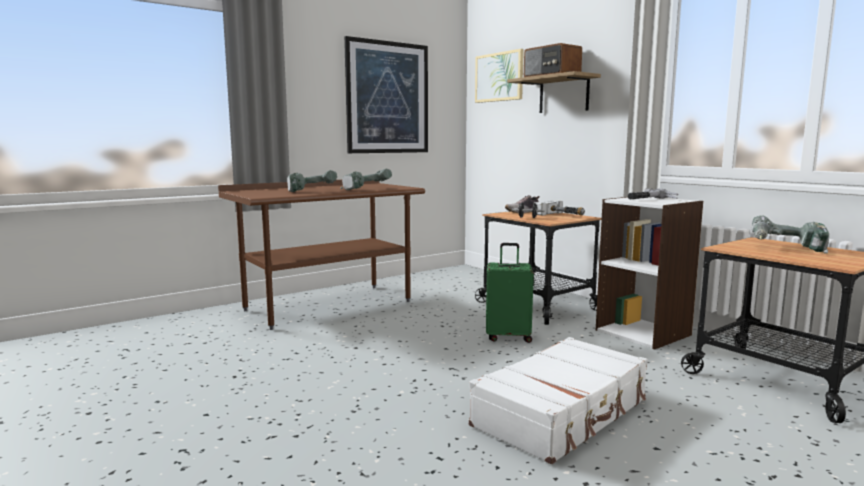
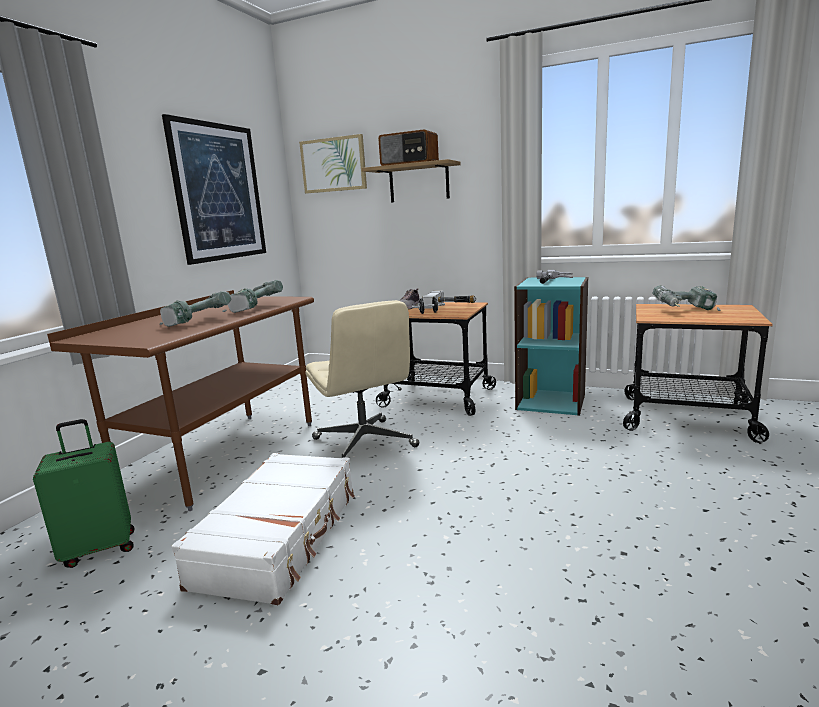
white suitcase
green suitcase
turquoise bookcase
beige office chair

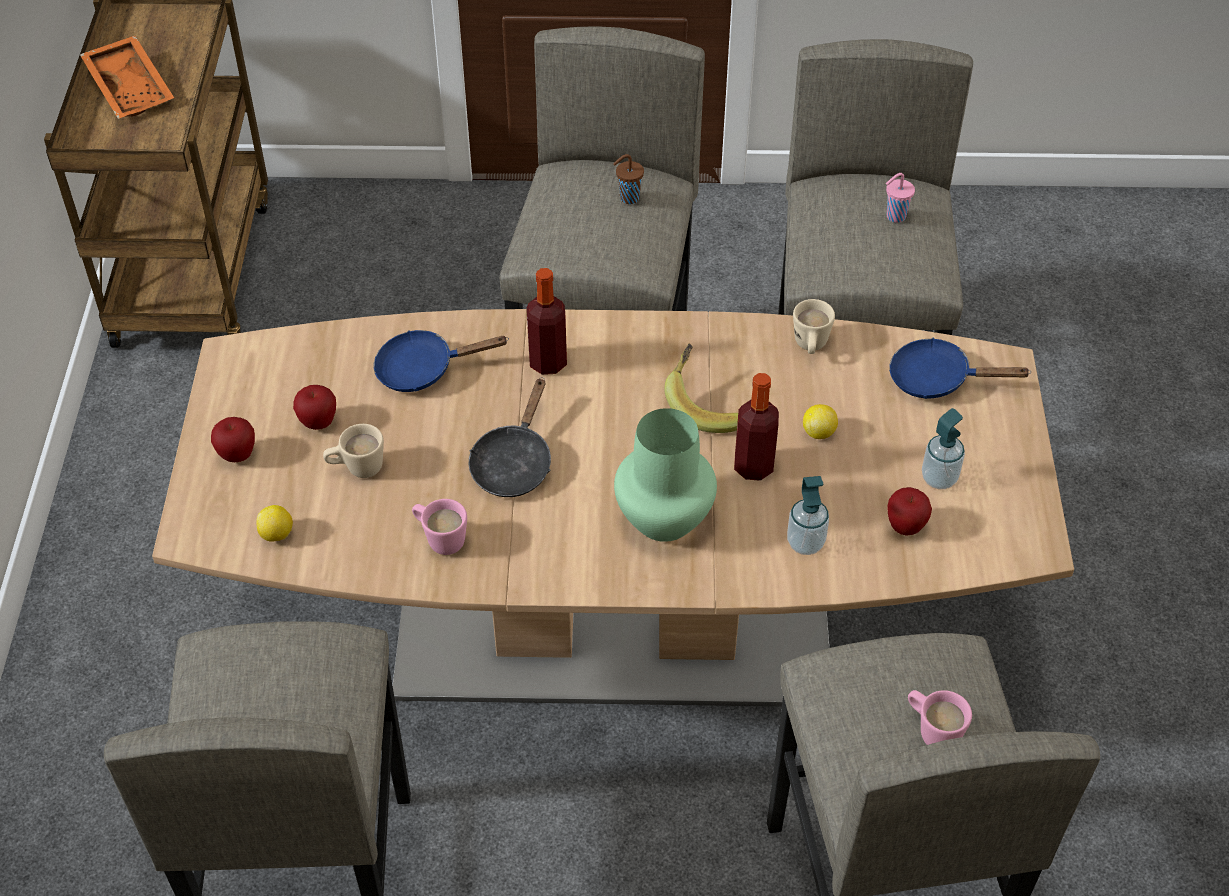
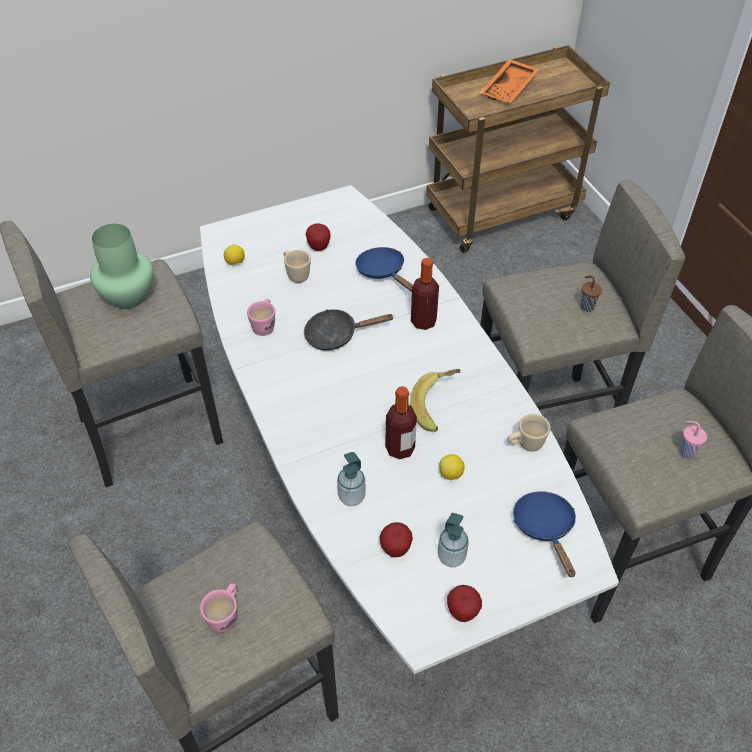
white dining table
apple (no. 3 from left)
green vase

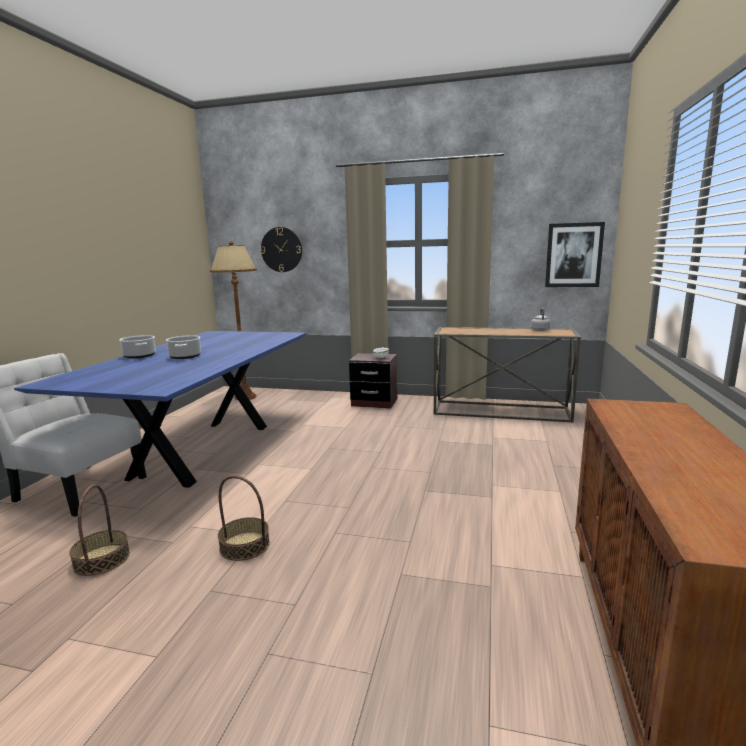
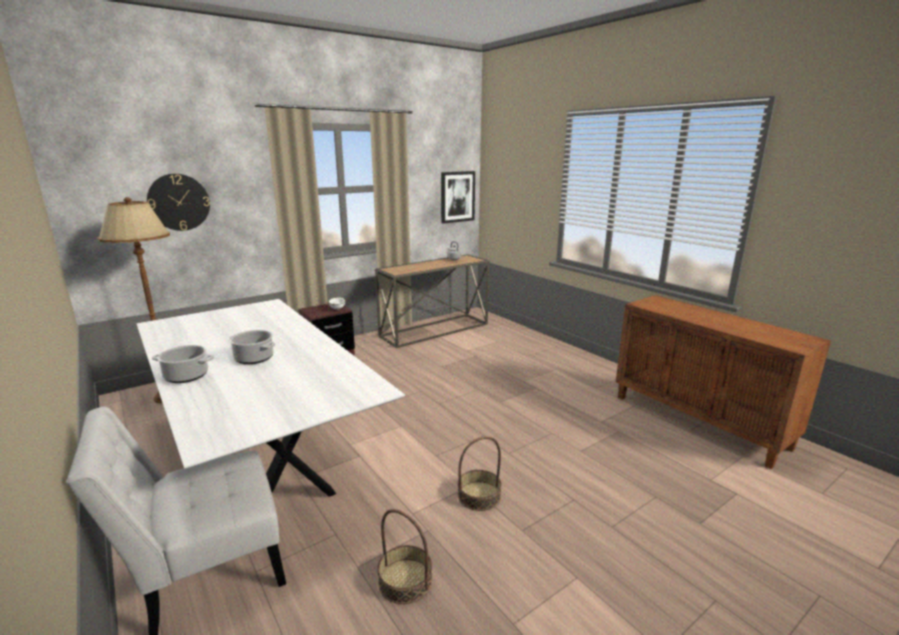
white dining table

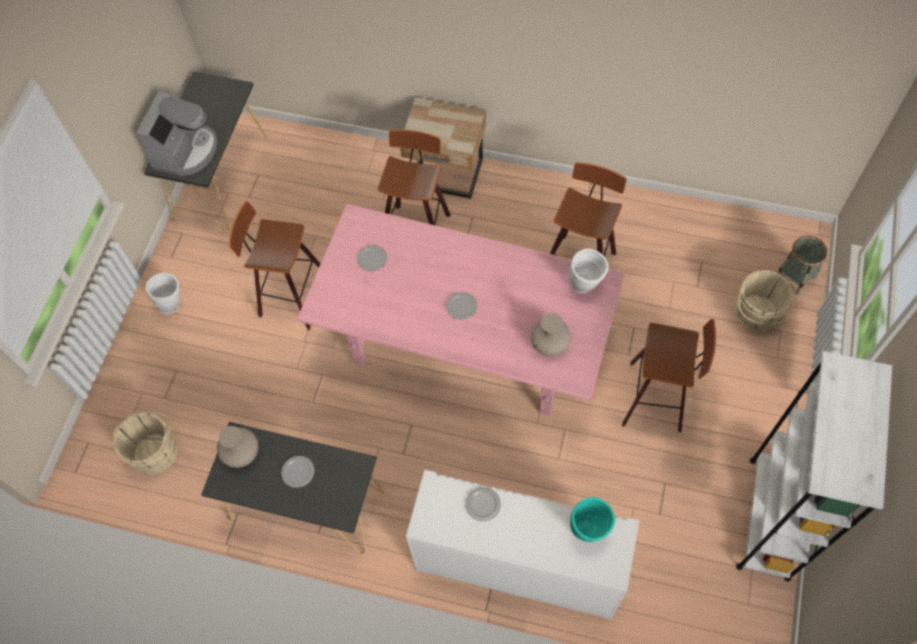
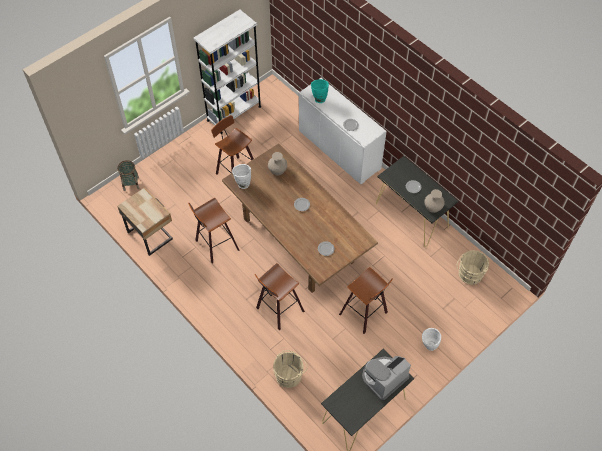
brown dining table
beige nightstand
beige bucket (no. 1 from left)

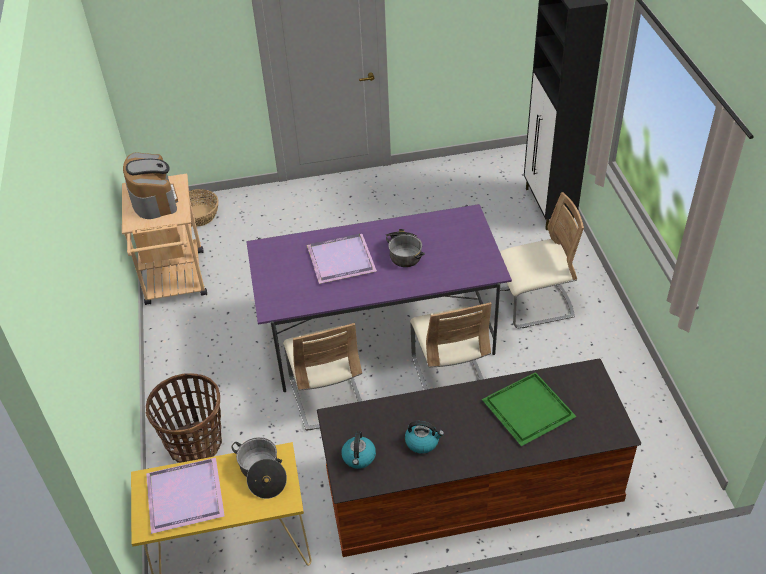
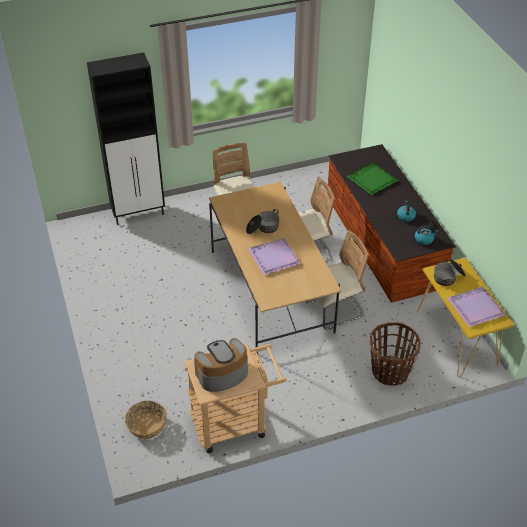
beige dining table

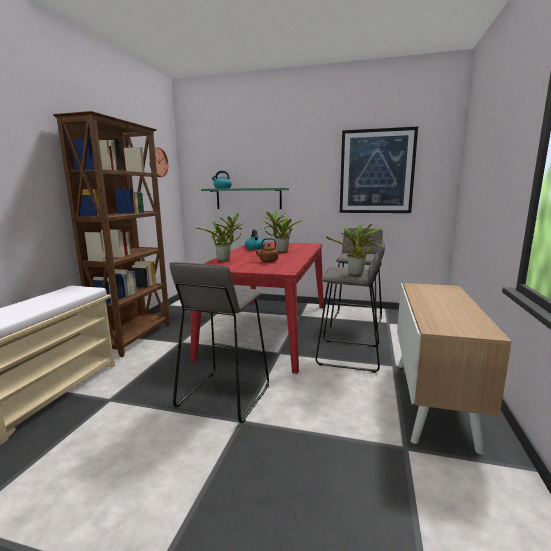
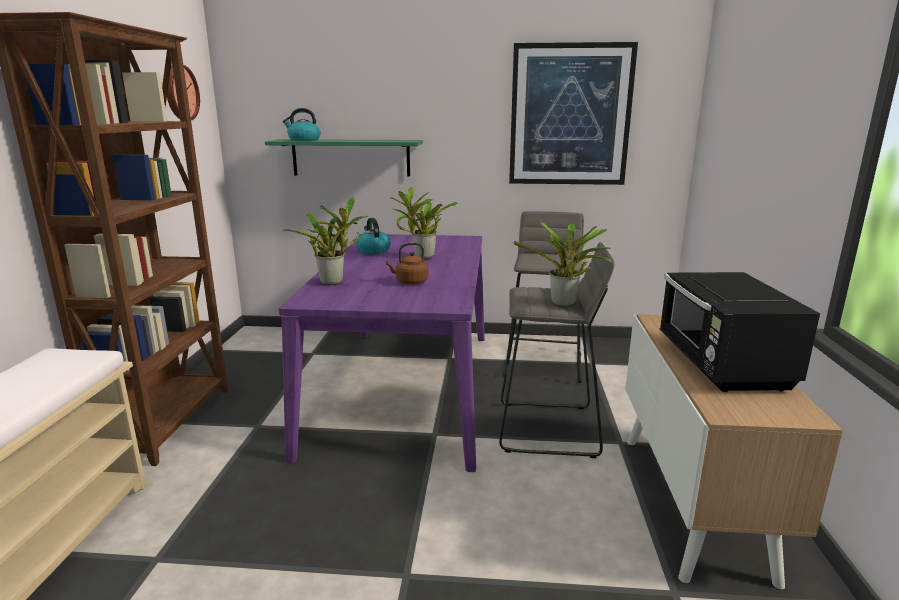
grey stool (no. 1 from left in the first image)
purple dining table
black microwave

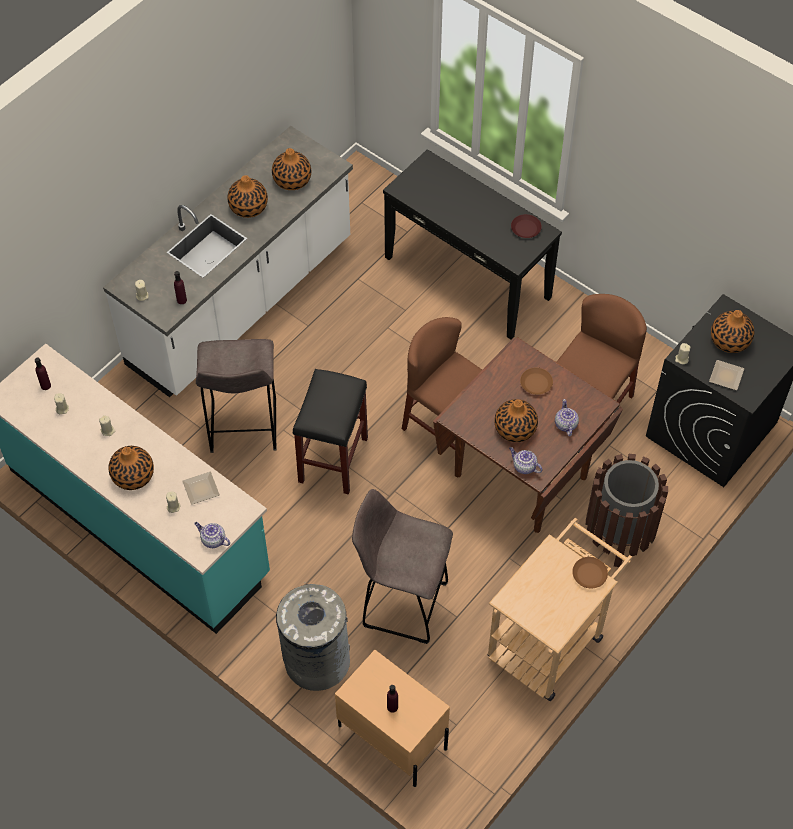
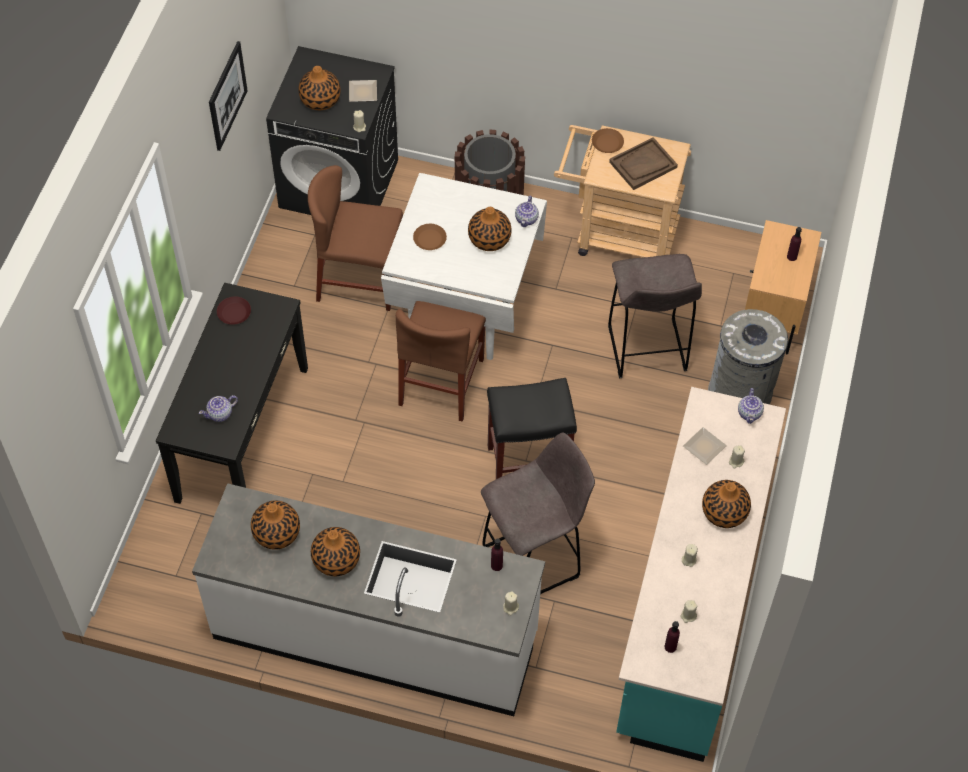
white dining table
teapot (no. 1 from left)
picture
brown tray

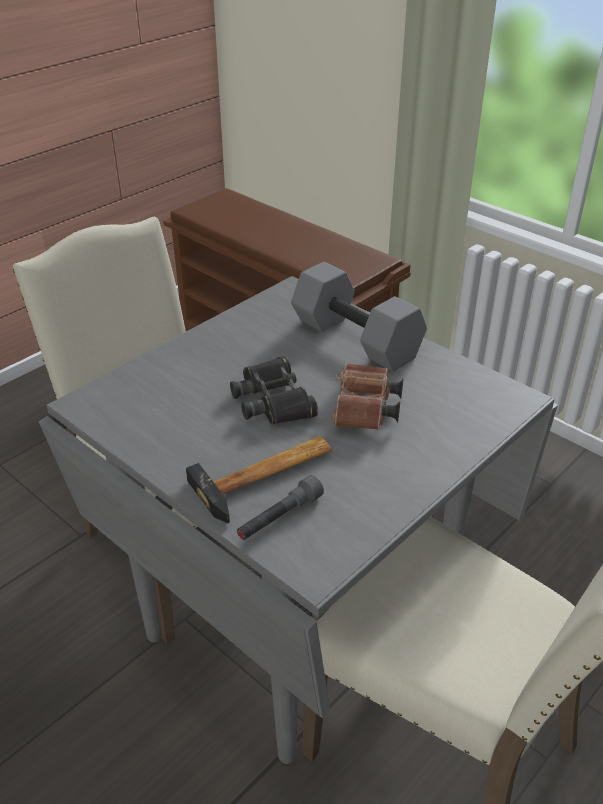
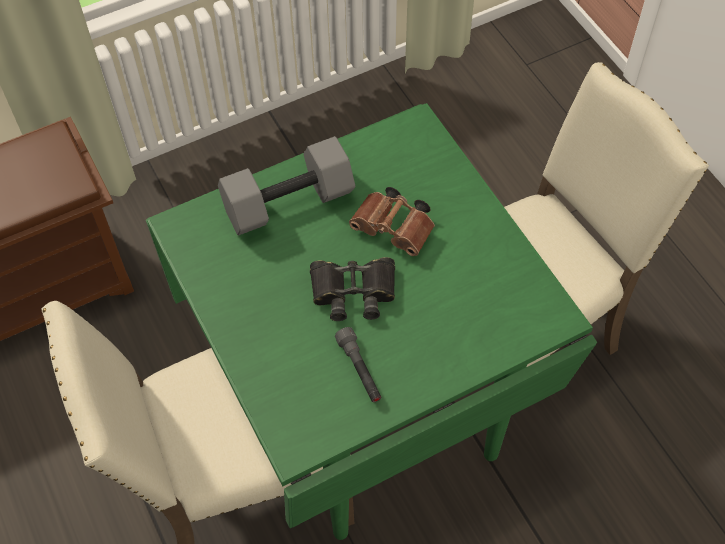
green dining table
hammer
grey flashlight

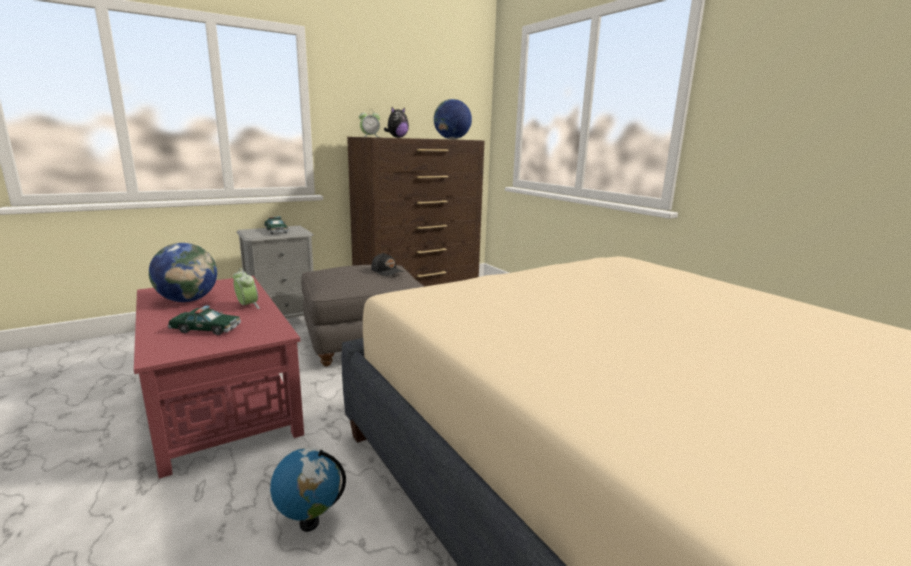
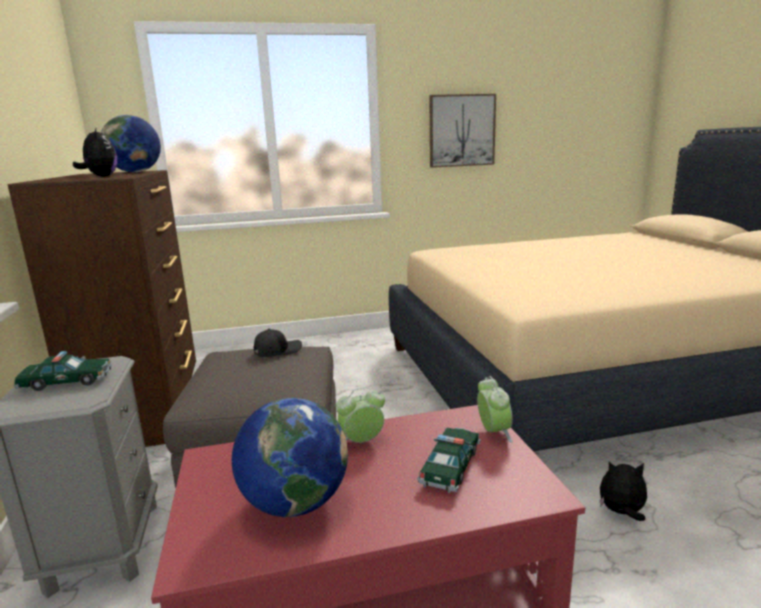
plush toy (no. 2 from left)
alarm clock (no. 2 from left)
picture

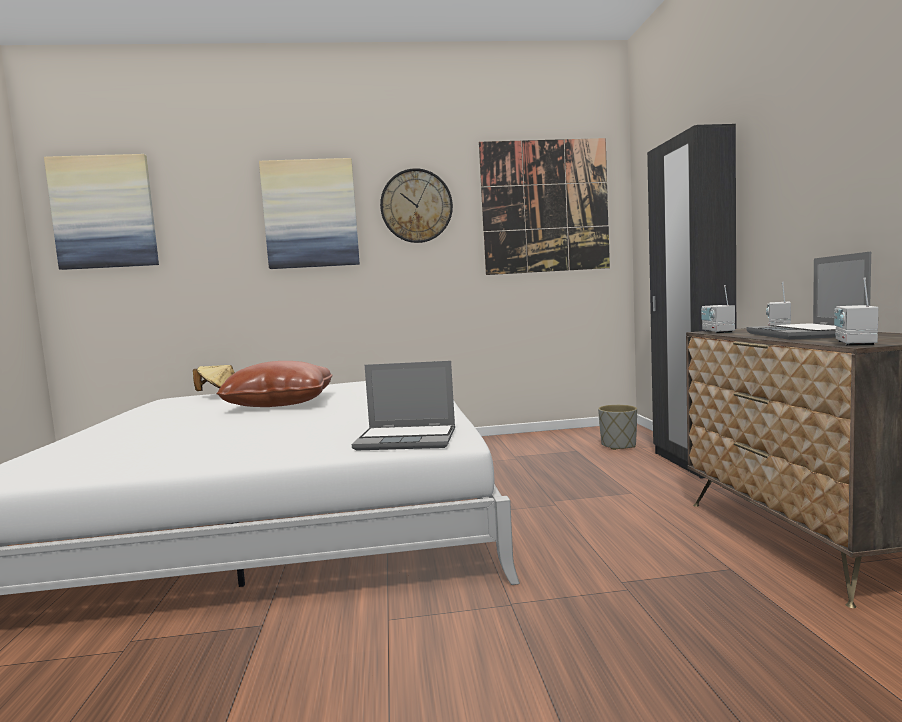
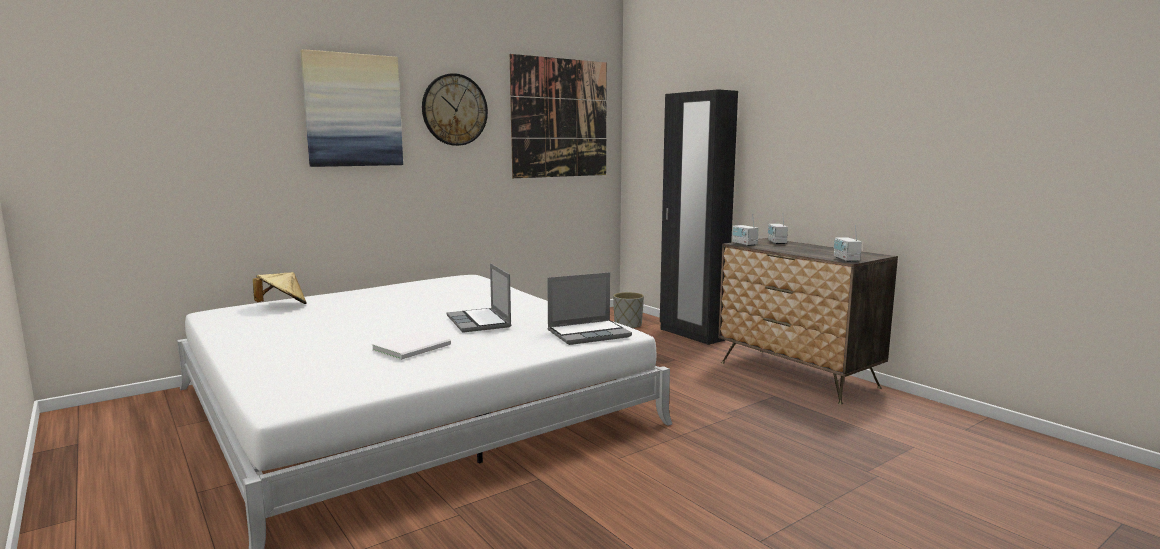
picture (no. 1 from left in the first image)
brown pillow
laptop (no. 1 from left)
white book

